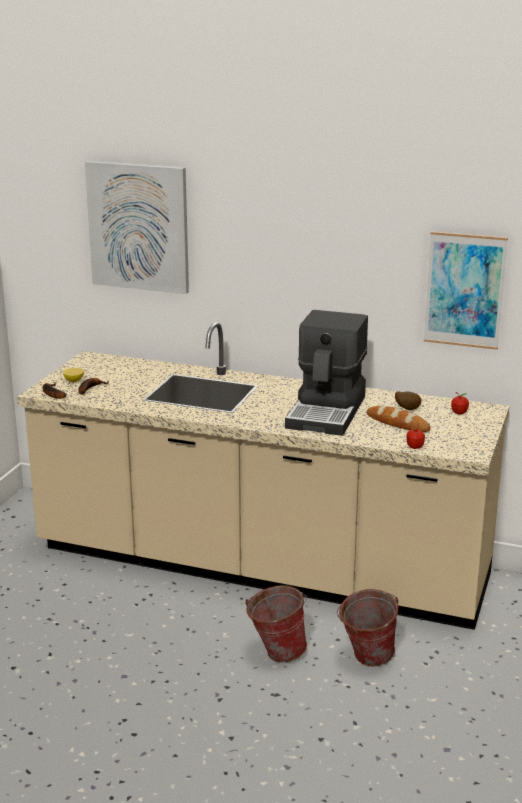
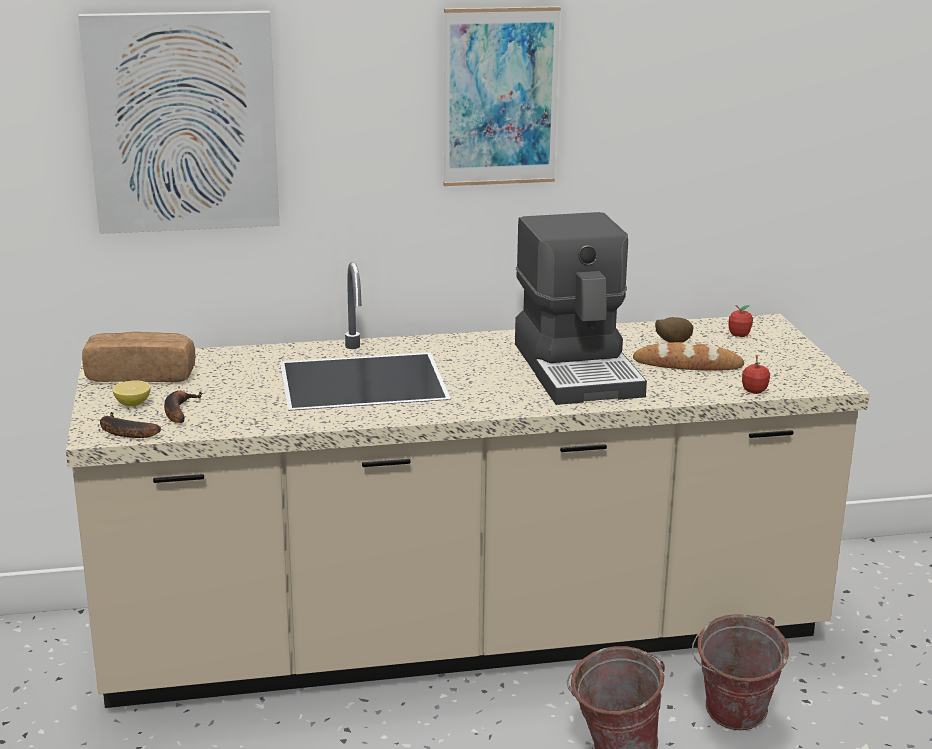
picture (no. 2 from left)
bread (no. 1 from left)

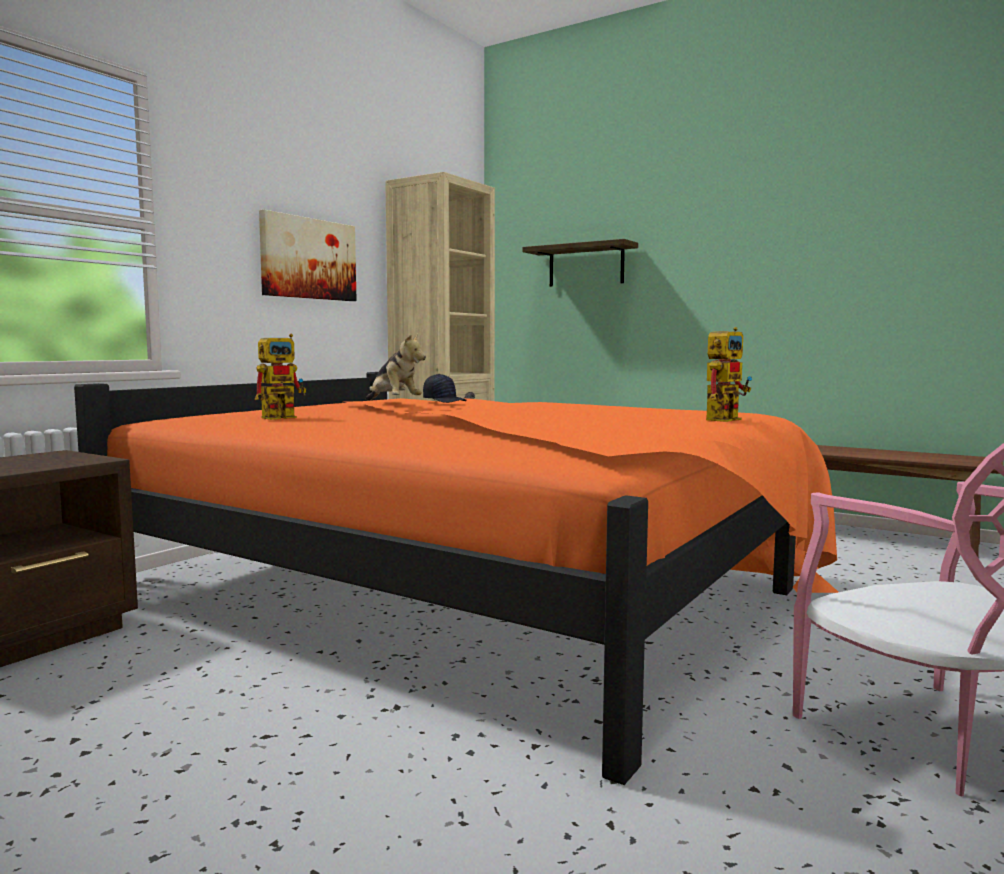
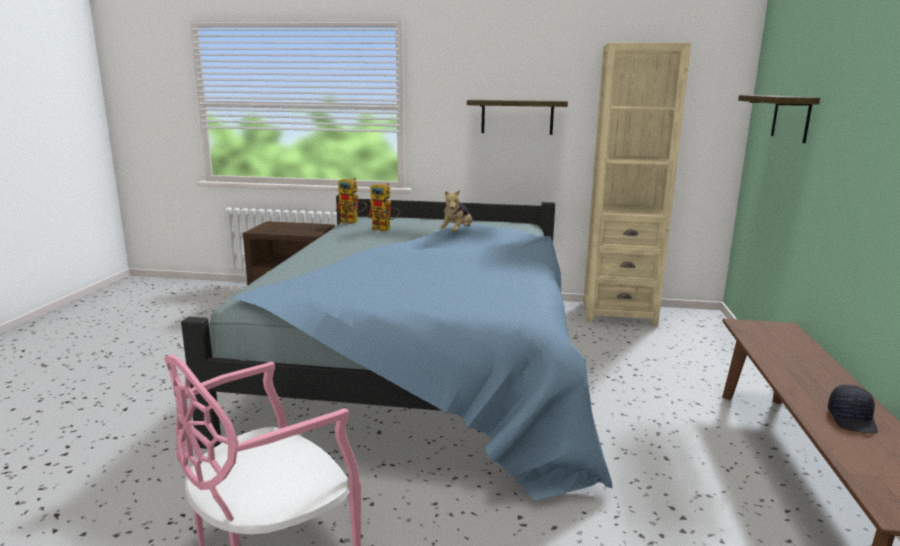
blue bed
shelf (no. 1 from left)
black cap
toy robot (no. 1 from left)

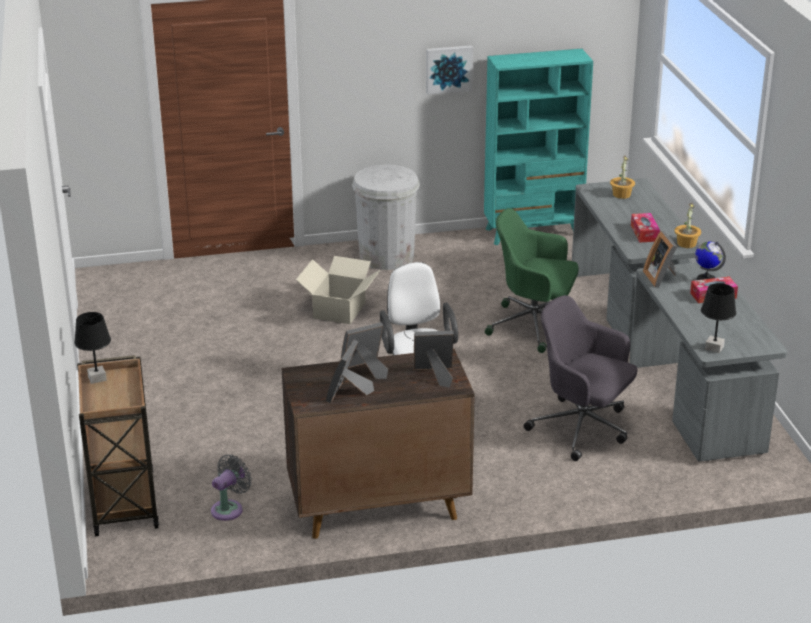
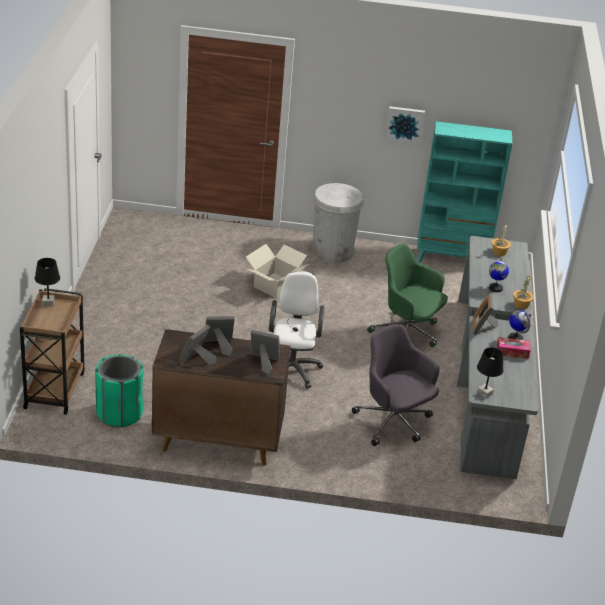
green trash can
globe (no. 1 from left)

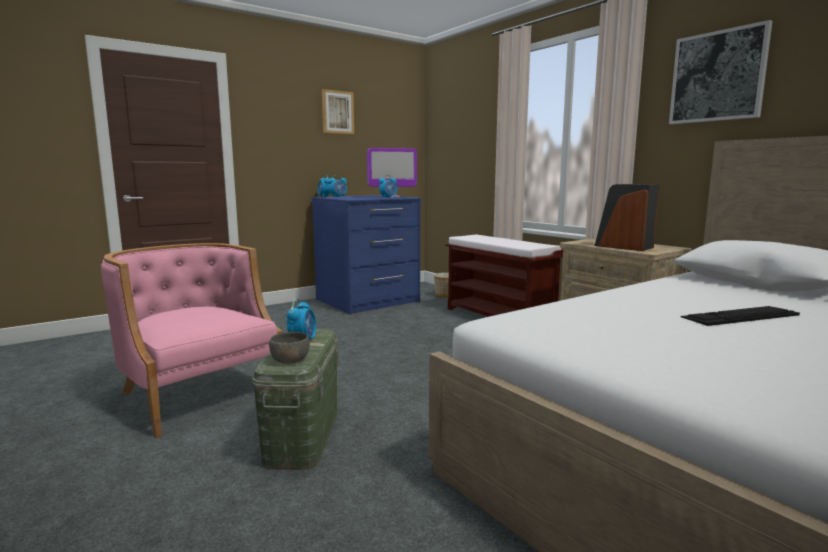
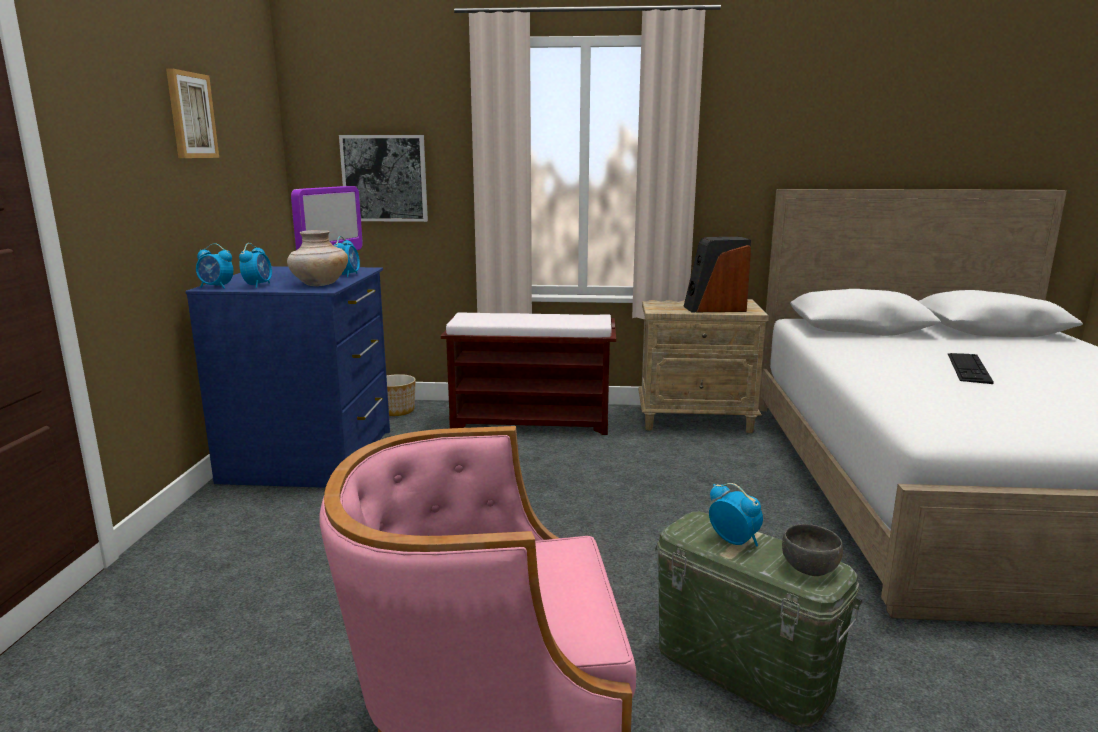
picture (no. 2 from left)
beige vase

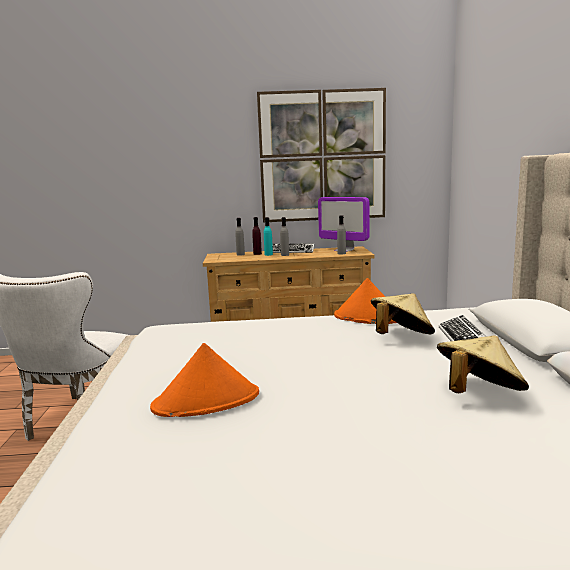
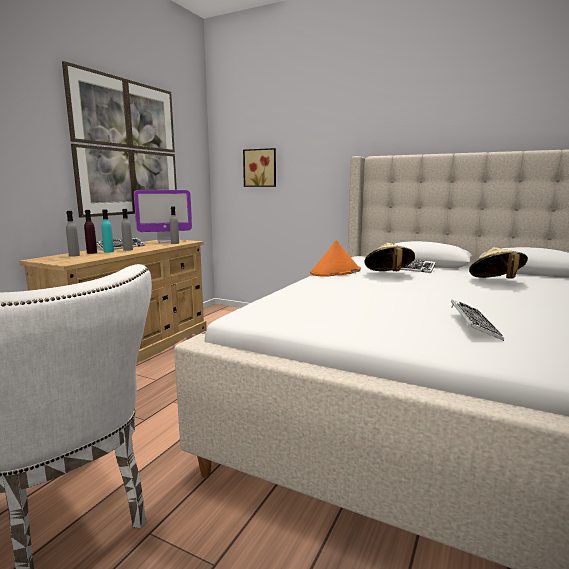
keyboard (no. 3 from left)
picture (no. 2 from left)

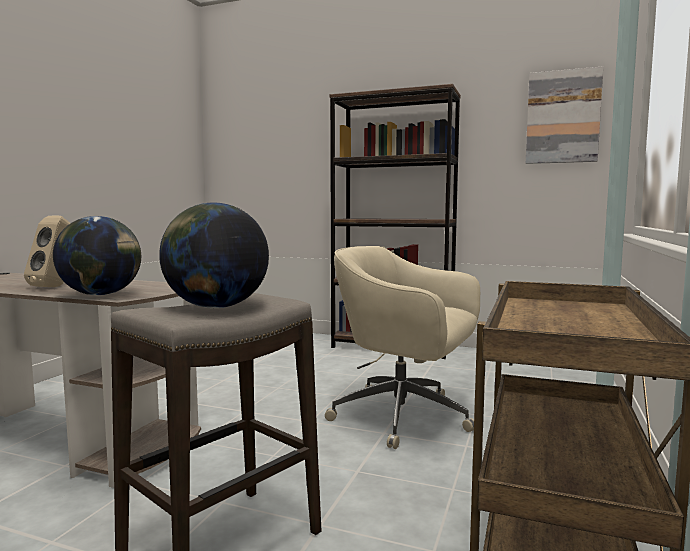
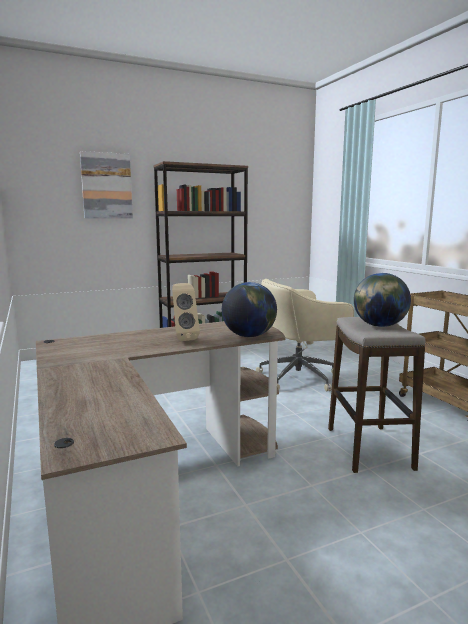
picture

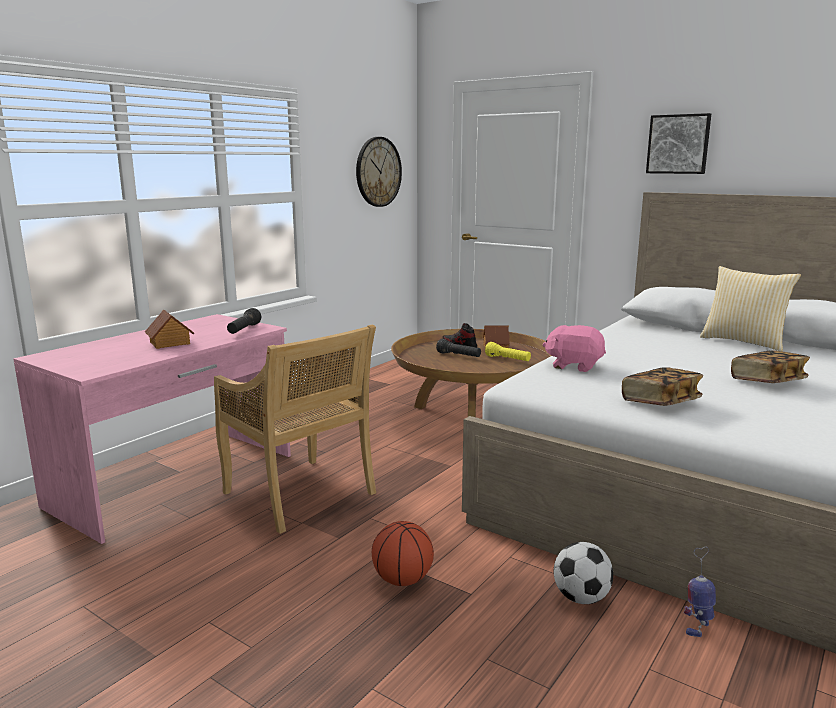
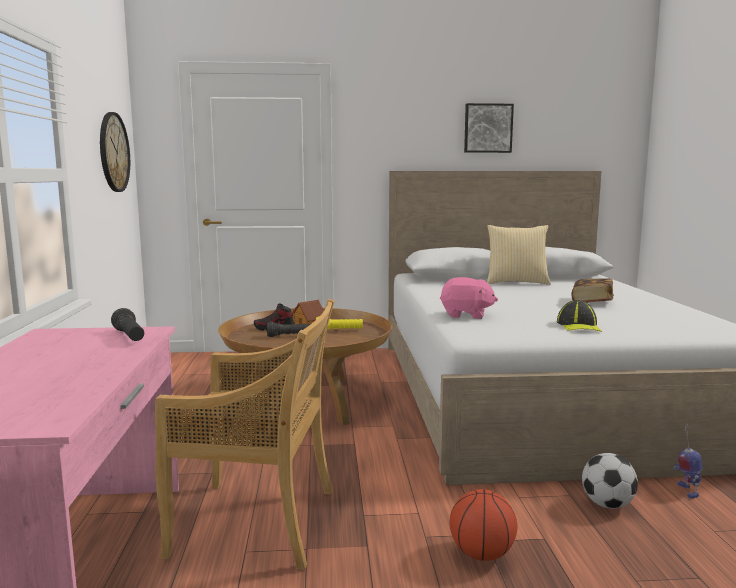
toy house (no. 1 from left in the first image)
pink plush toy
cap
picture

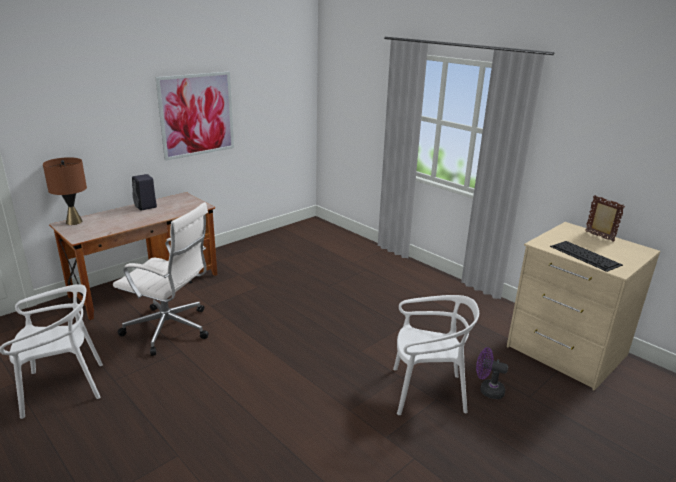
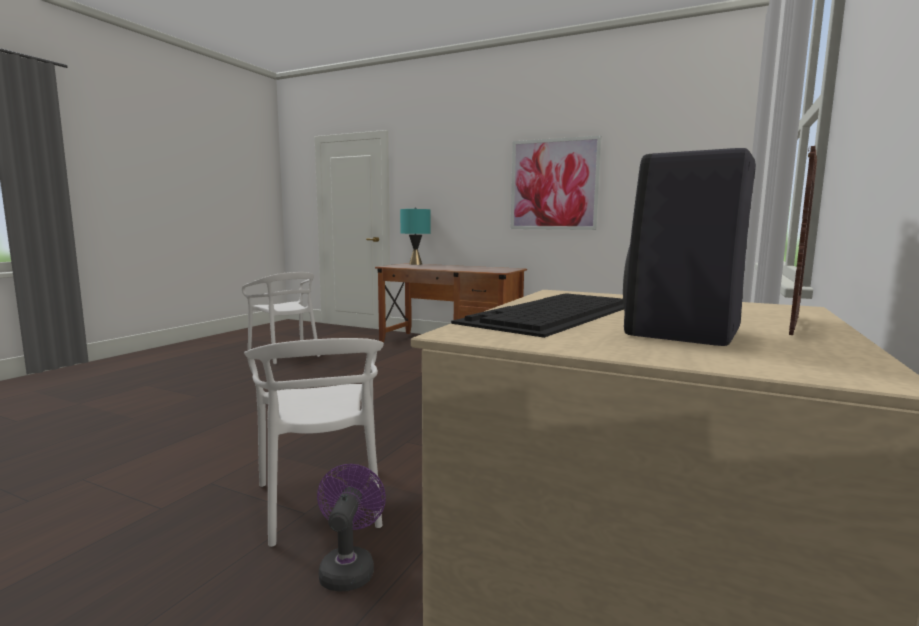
turquoise table lamp
white office chair
black speaker

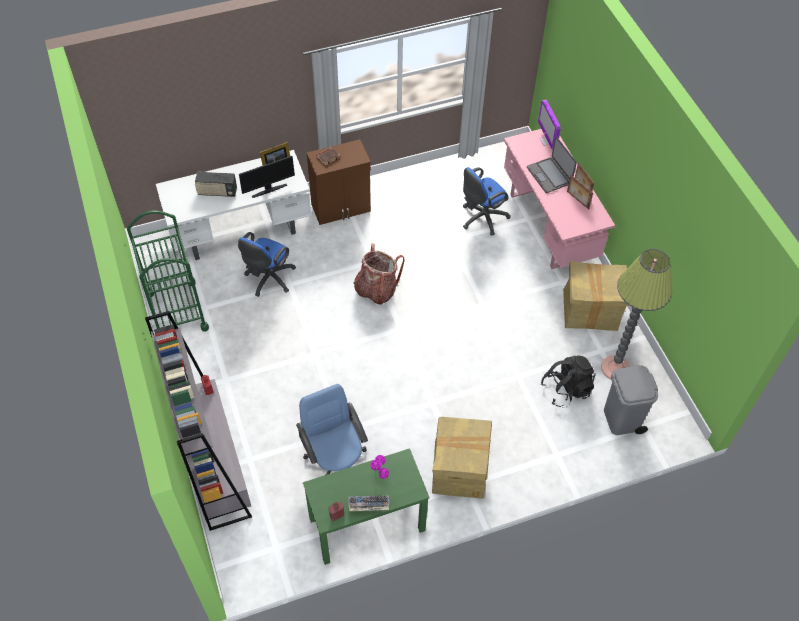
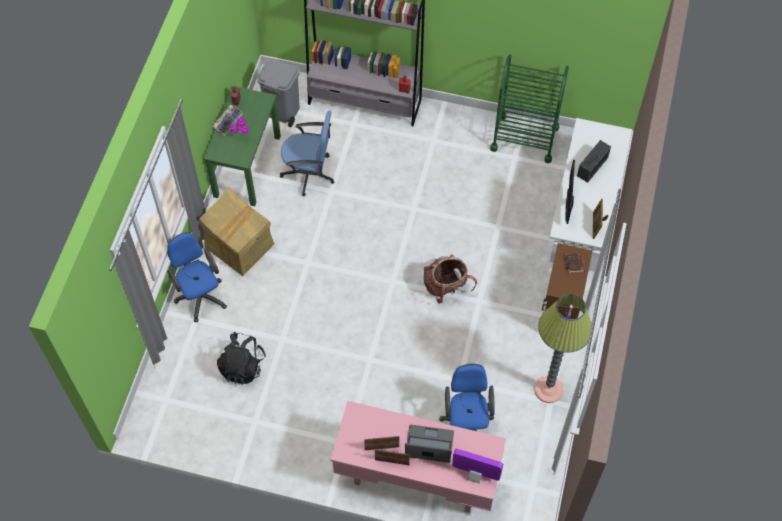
blue office chair (no. 1 from left)
cardboard box (no. 2 from left in the first image)
floor lamp
grey trash can

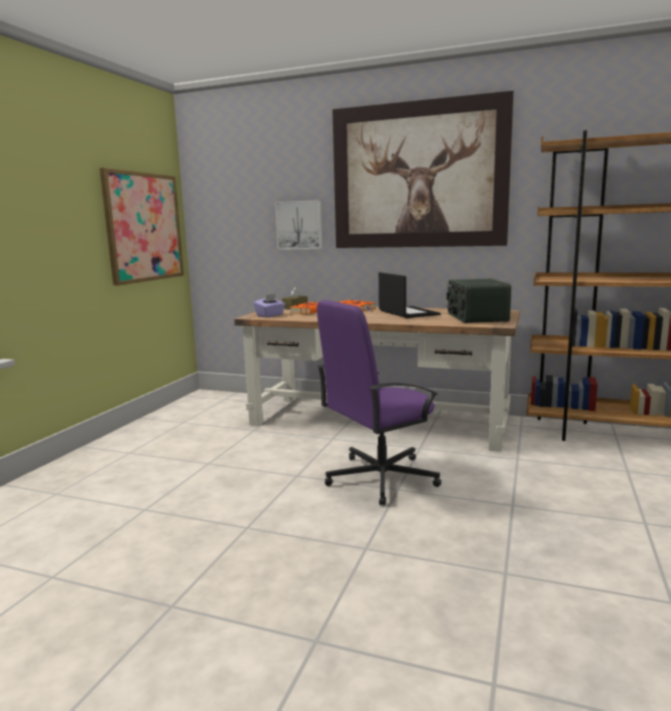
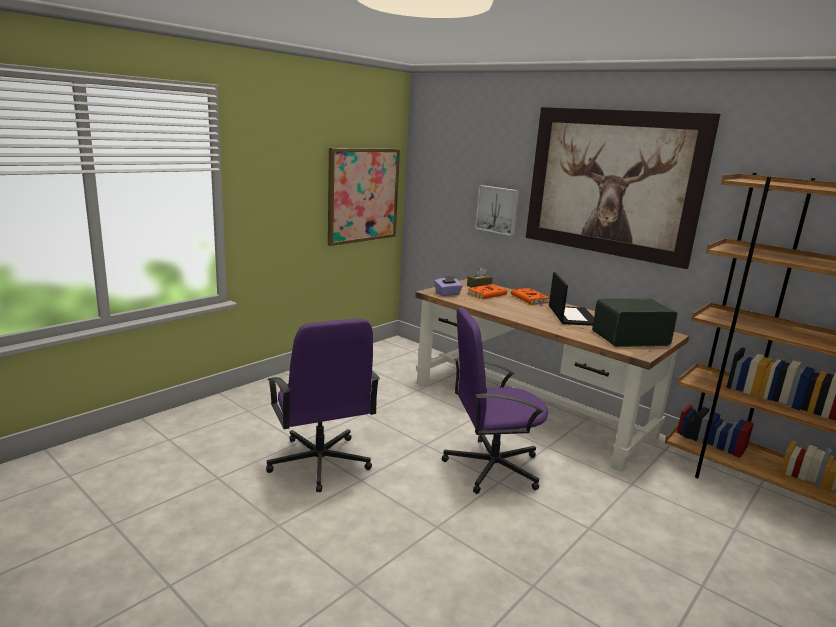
radio
purple office chair (no. 1 from left)

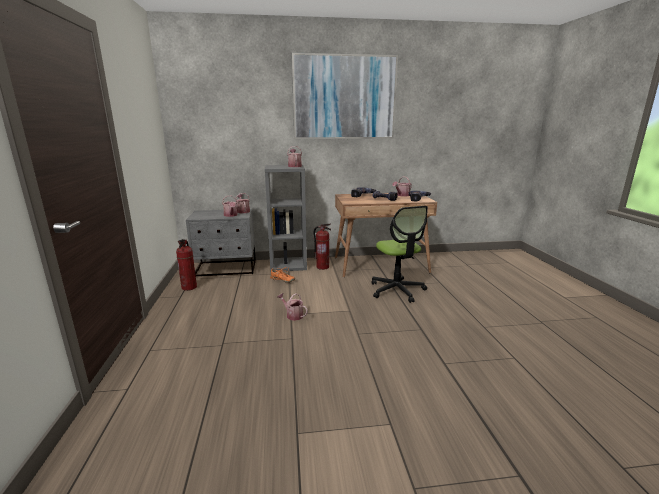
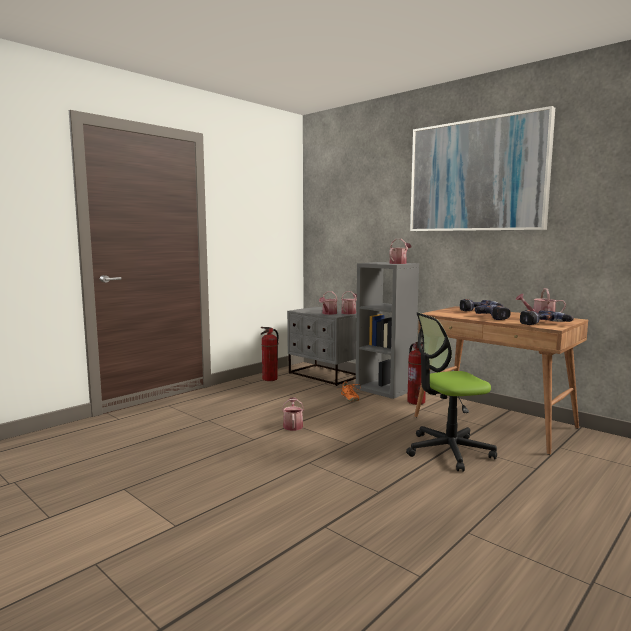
office chair

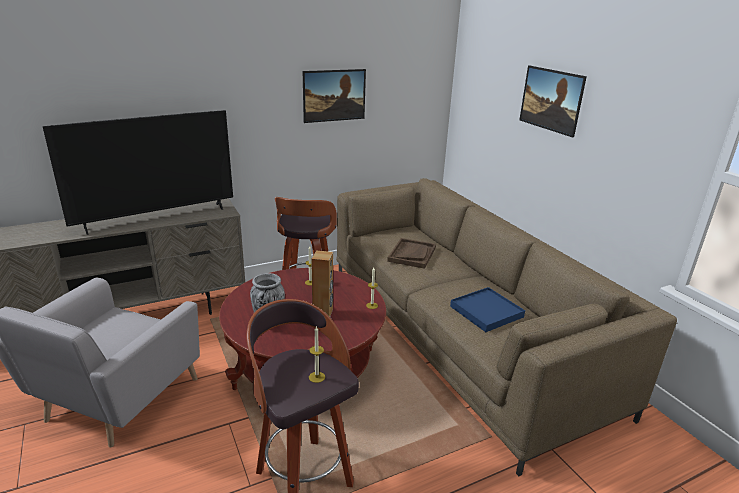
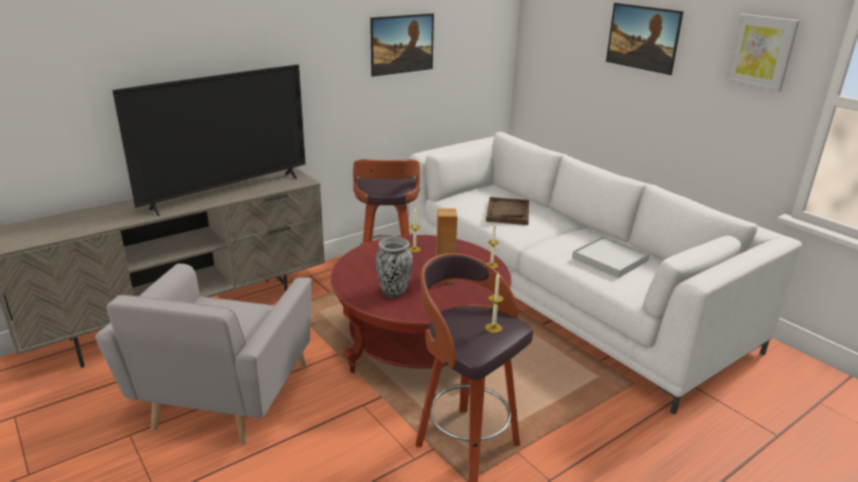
white sofa
white tray
picture (no. 3 from left)

